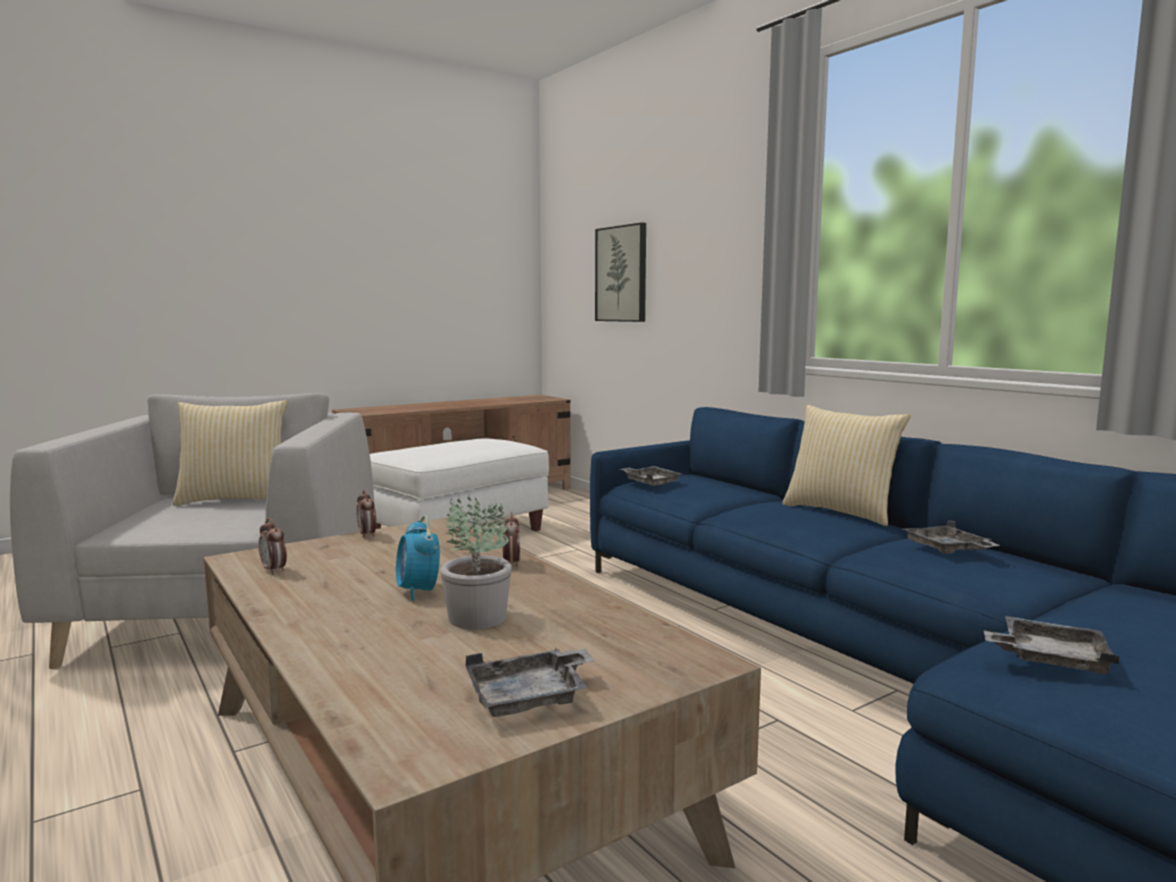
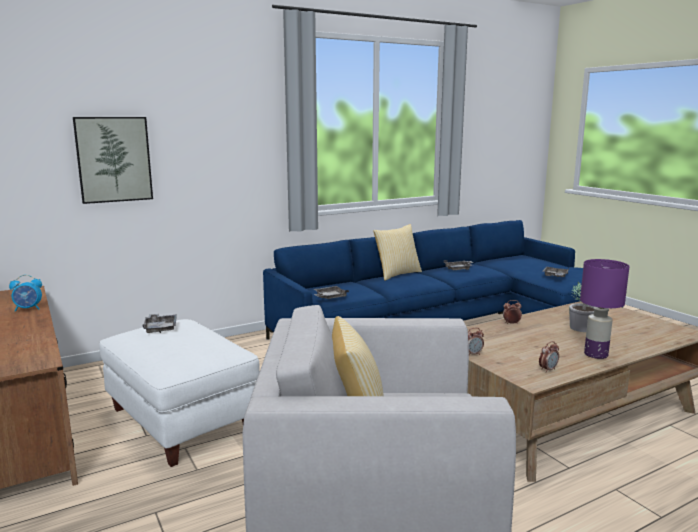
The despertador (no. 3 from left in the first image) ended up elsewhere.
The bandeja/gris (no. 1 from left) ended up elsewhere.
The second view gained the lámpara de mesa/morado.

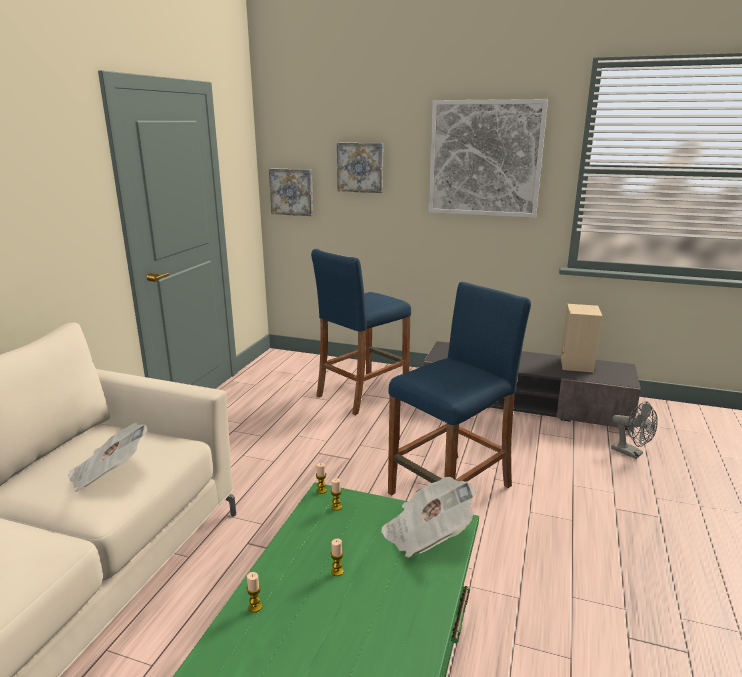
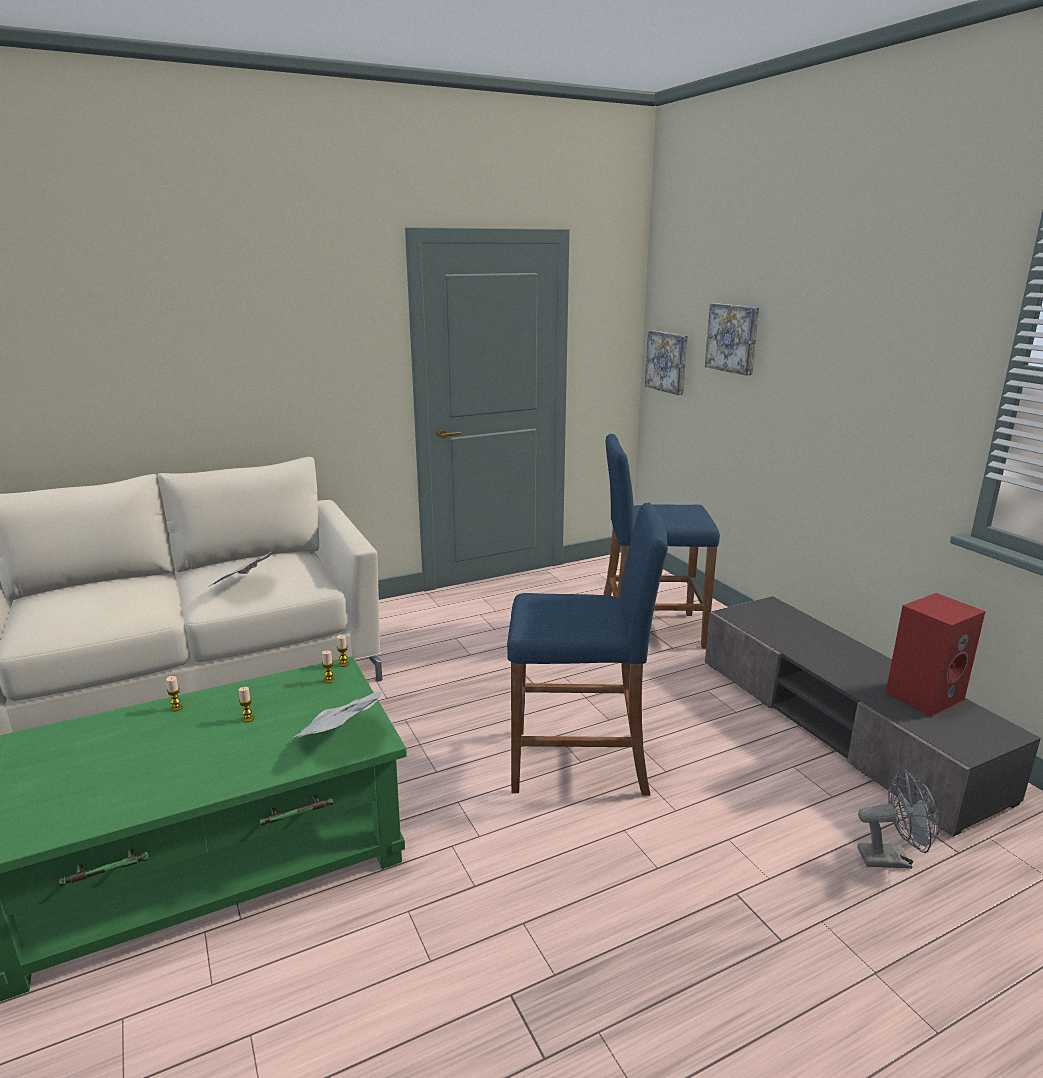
The second view lost the cuadro (no. 3 from left).
What was the altavoz/beis turned into the altavoz/rojo.
The ventilador/gris ended up facing another way, 90 degrees counterclockwise from before.

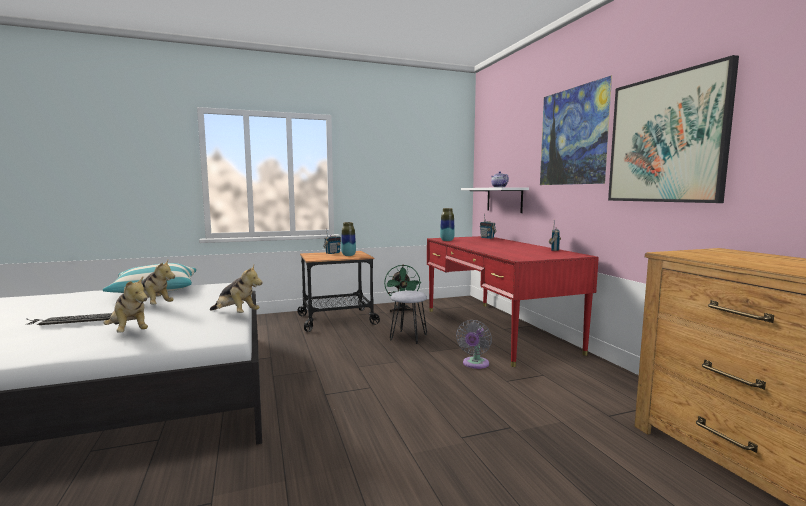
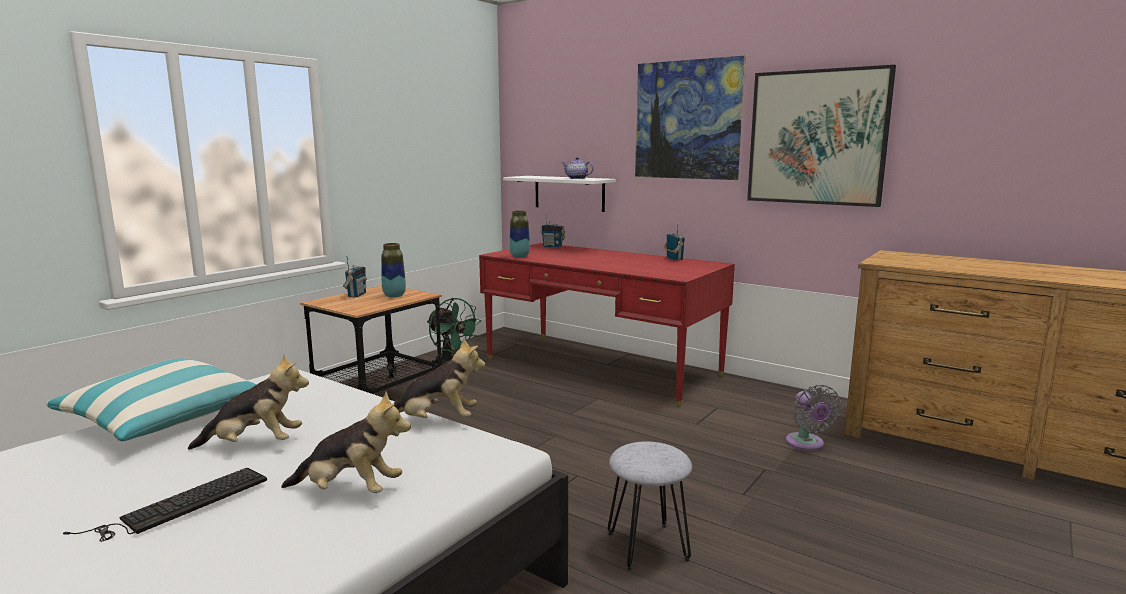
The taburete/gris ended up elsewhere.
The ventilador/gris ended up elsewhere.

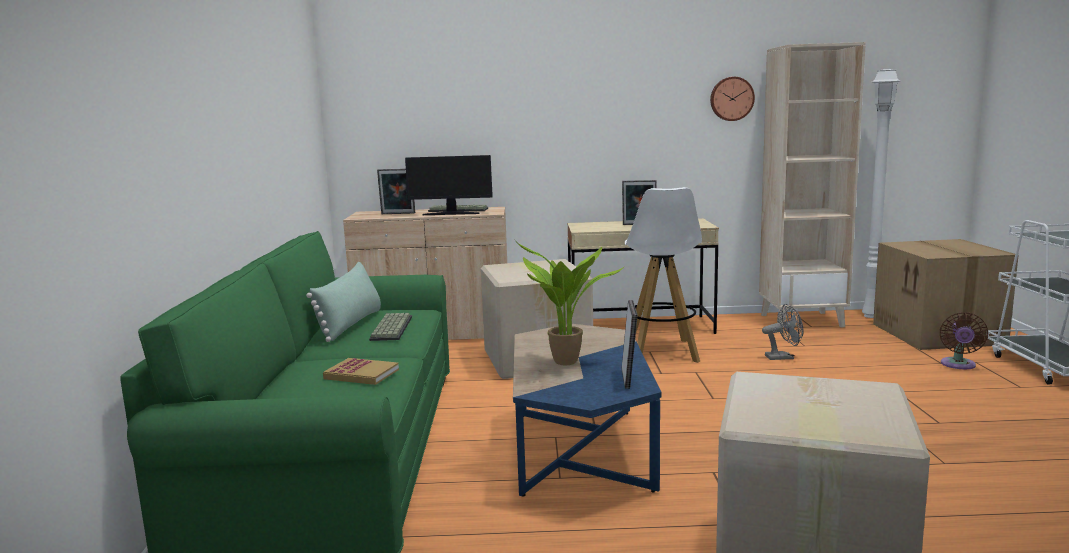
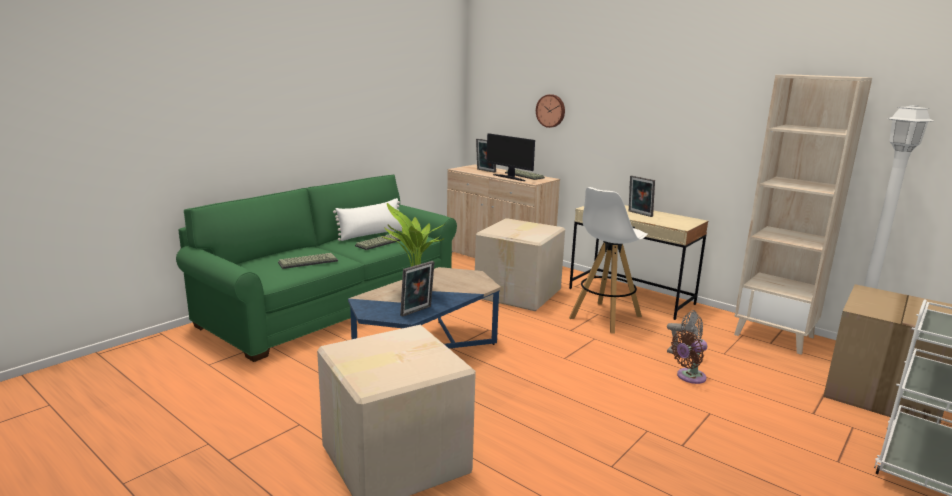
The reloj de pared ended up elsewhere.
What was the cojín/verde turned into the cojín/blanco.
The ventilador/marrón ended up elsewhere.
Where the libro stood, the teclado (no. 1 from left) came to stand.

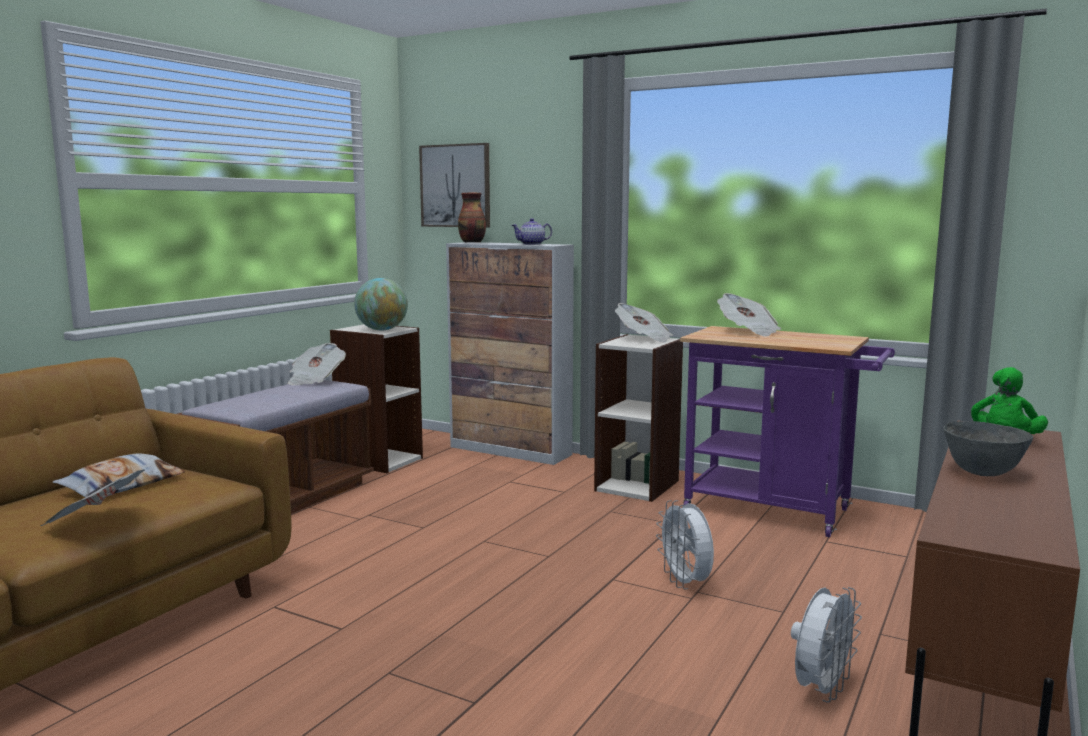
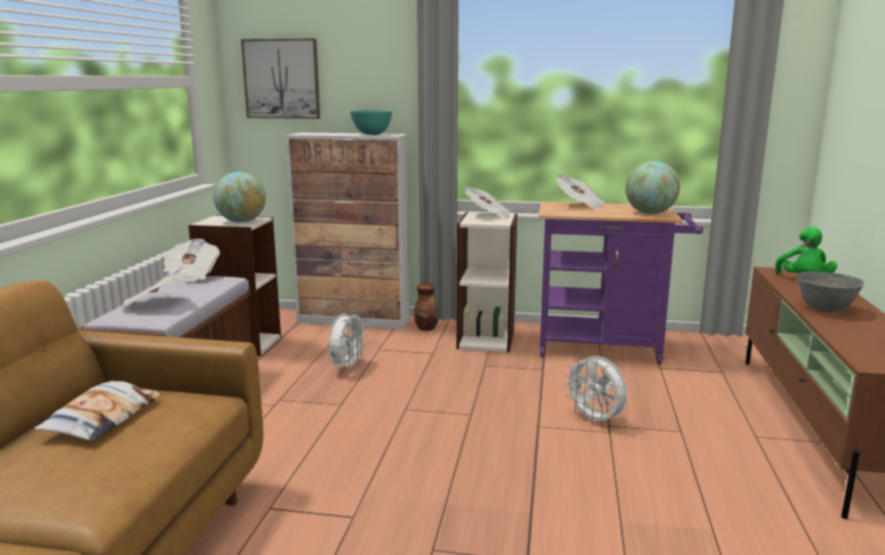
The florero ended up elsewhere.
Where the tetera stood, the cuenco/turquesa came to stand.
The periódico (no. 1 from left) ended up elsewhere.
The ventilador/blanco (no. 2 from left in the first image) ended up elsewhere.
The second view gained the globo terráqueo (no. 2 from left).

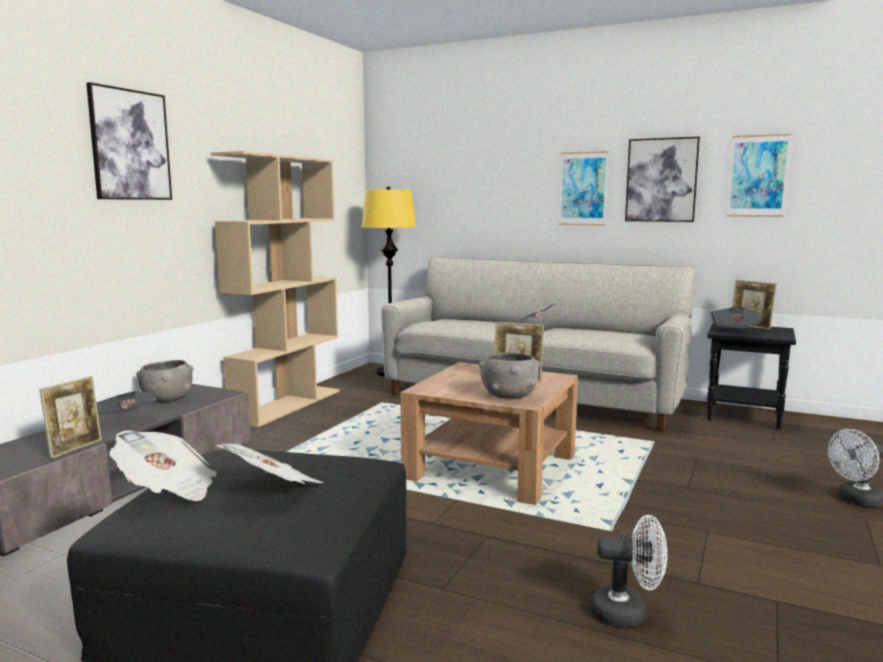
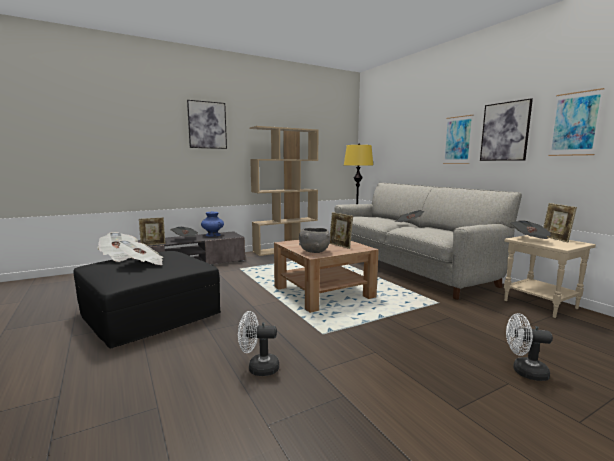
What was the mesa auxiliar/negro turned into the mesa auxiliar/beis.
Where the cuenco/gris (no. 1 from left) stood, the florero/azul came to stand.
The ventilador/blanco (no. 1 from left) ended up facing another way, 135 degrees clockwise from before.

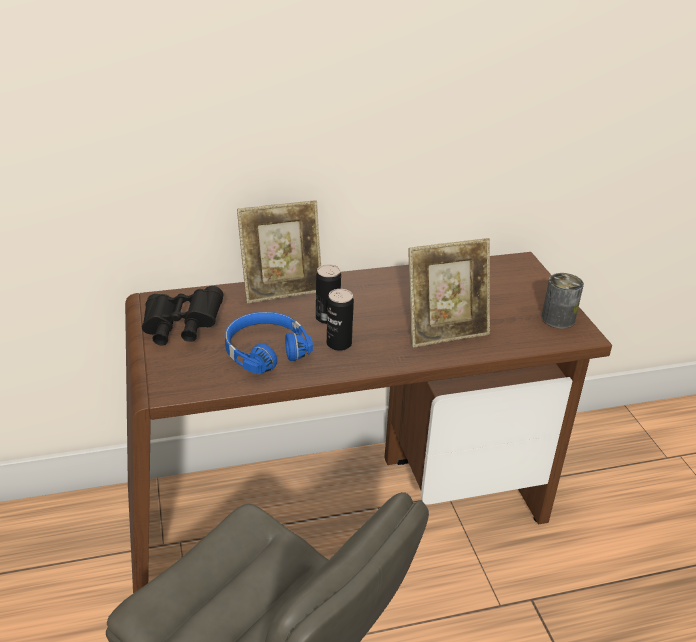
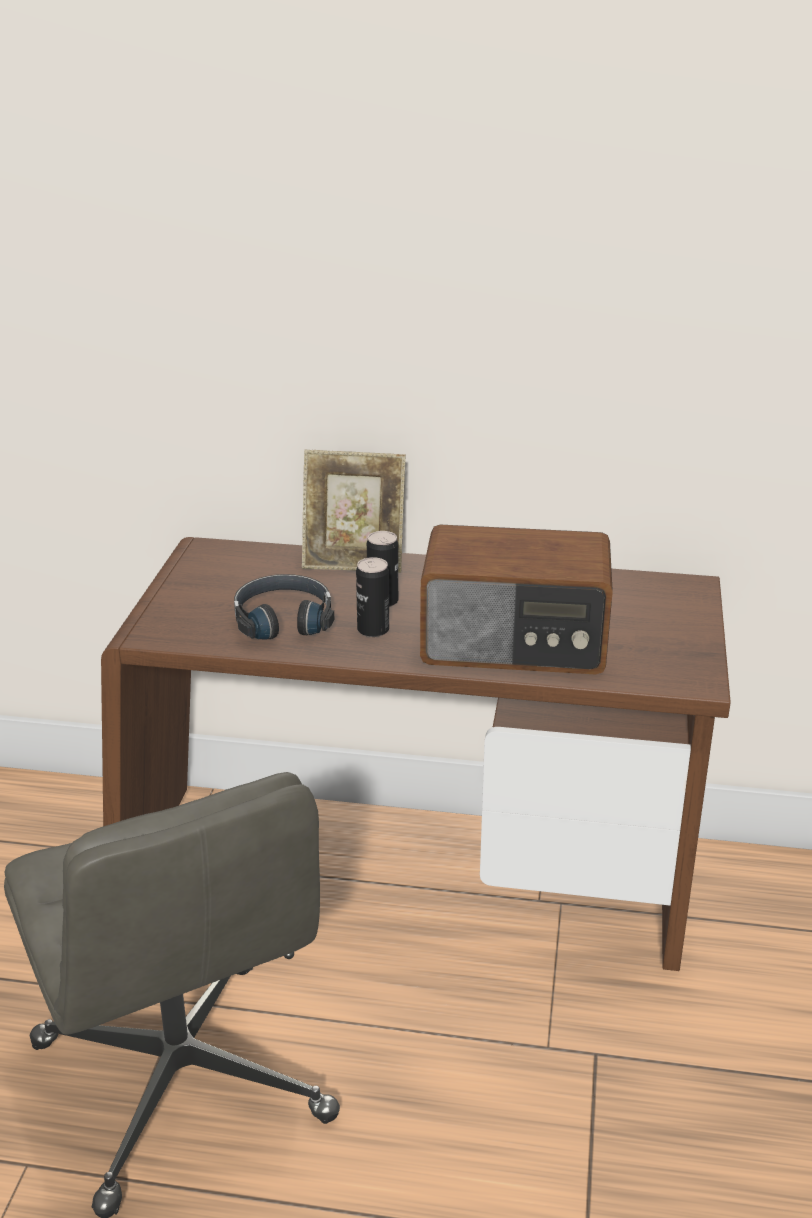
Where the portarretratos (no. 2 from left) stood, the radio came to stand.
The second view lost the lata (no. 3 from left).
The second view lost the prismáticos/negro.
What was the auriculares/azul turned into the auriculares/negro.

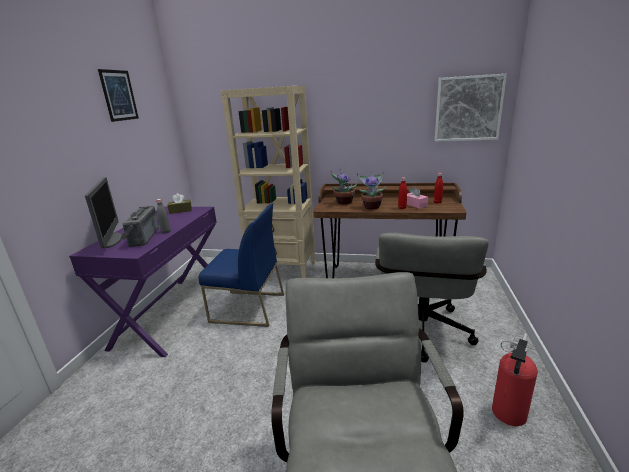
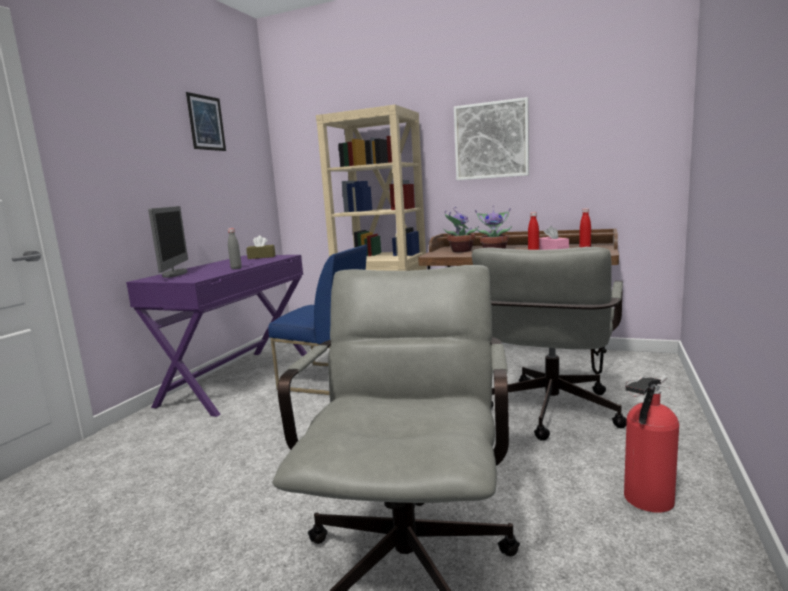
The cuadro (no. 2 from left) ended up elsewhere.
The second view lost the radio.

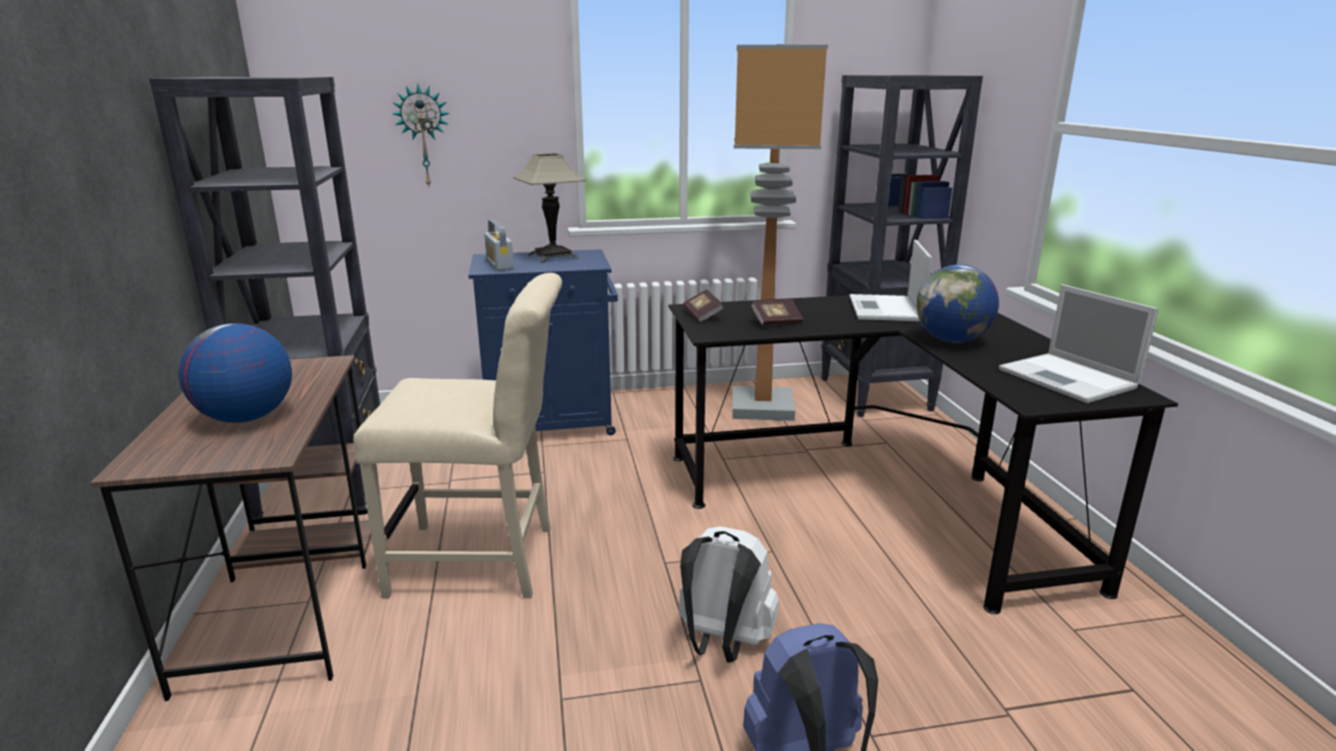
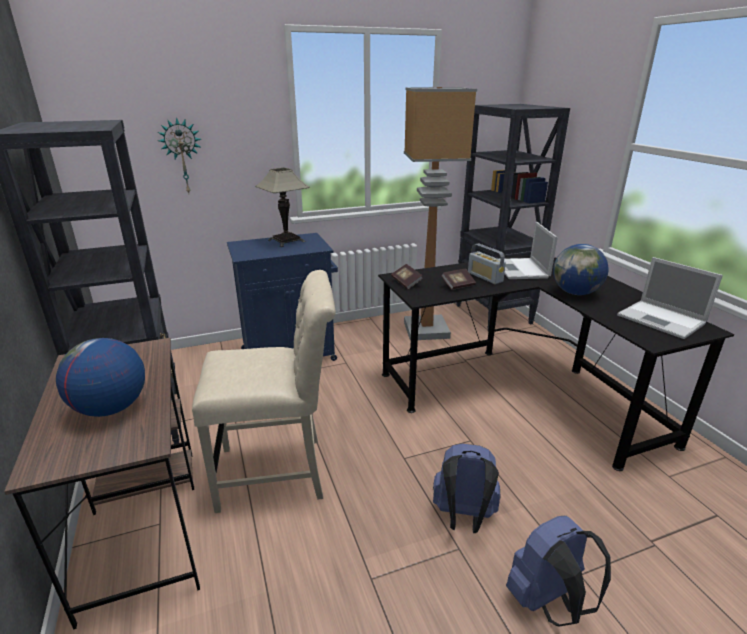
The radio ended up elsewhere.
What was the mochila/blanco turned into the mochila/azul (no. 1 from left).

